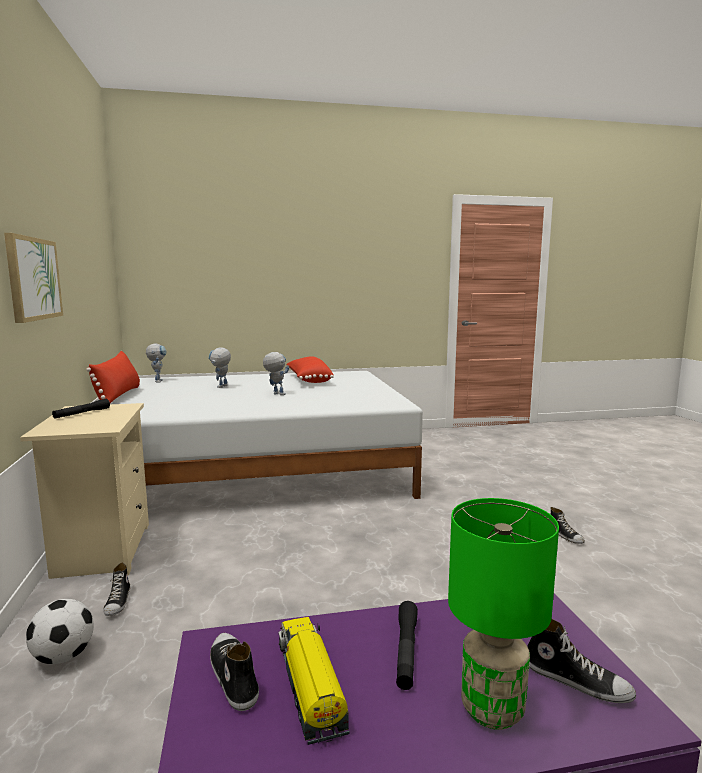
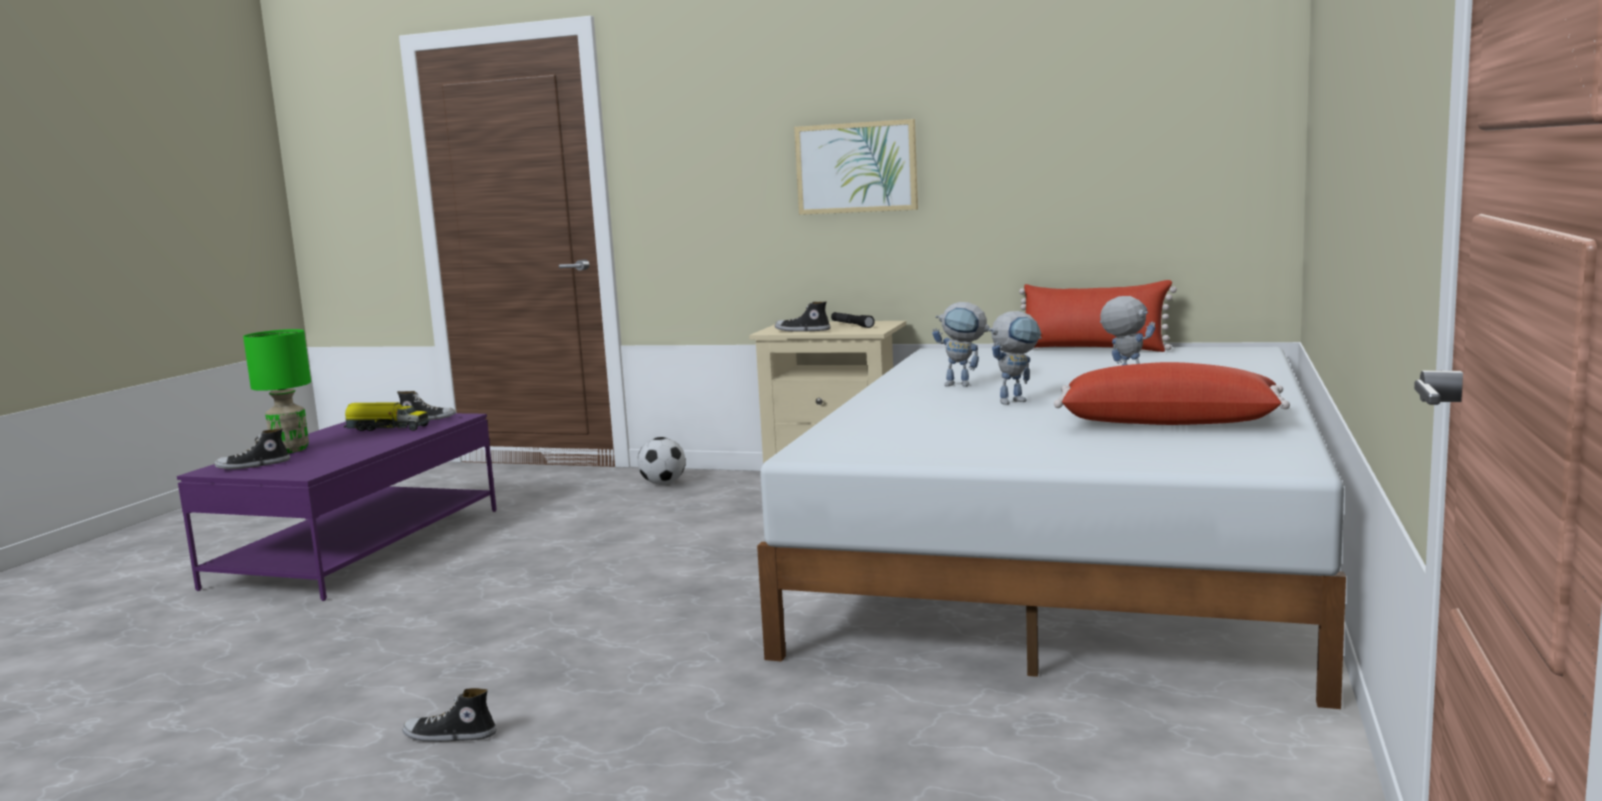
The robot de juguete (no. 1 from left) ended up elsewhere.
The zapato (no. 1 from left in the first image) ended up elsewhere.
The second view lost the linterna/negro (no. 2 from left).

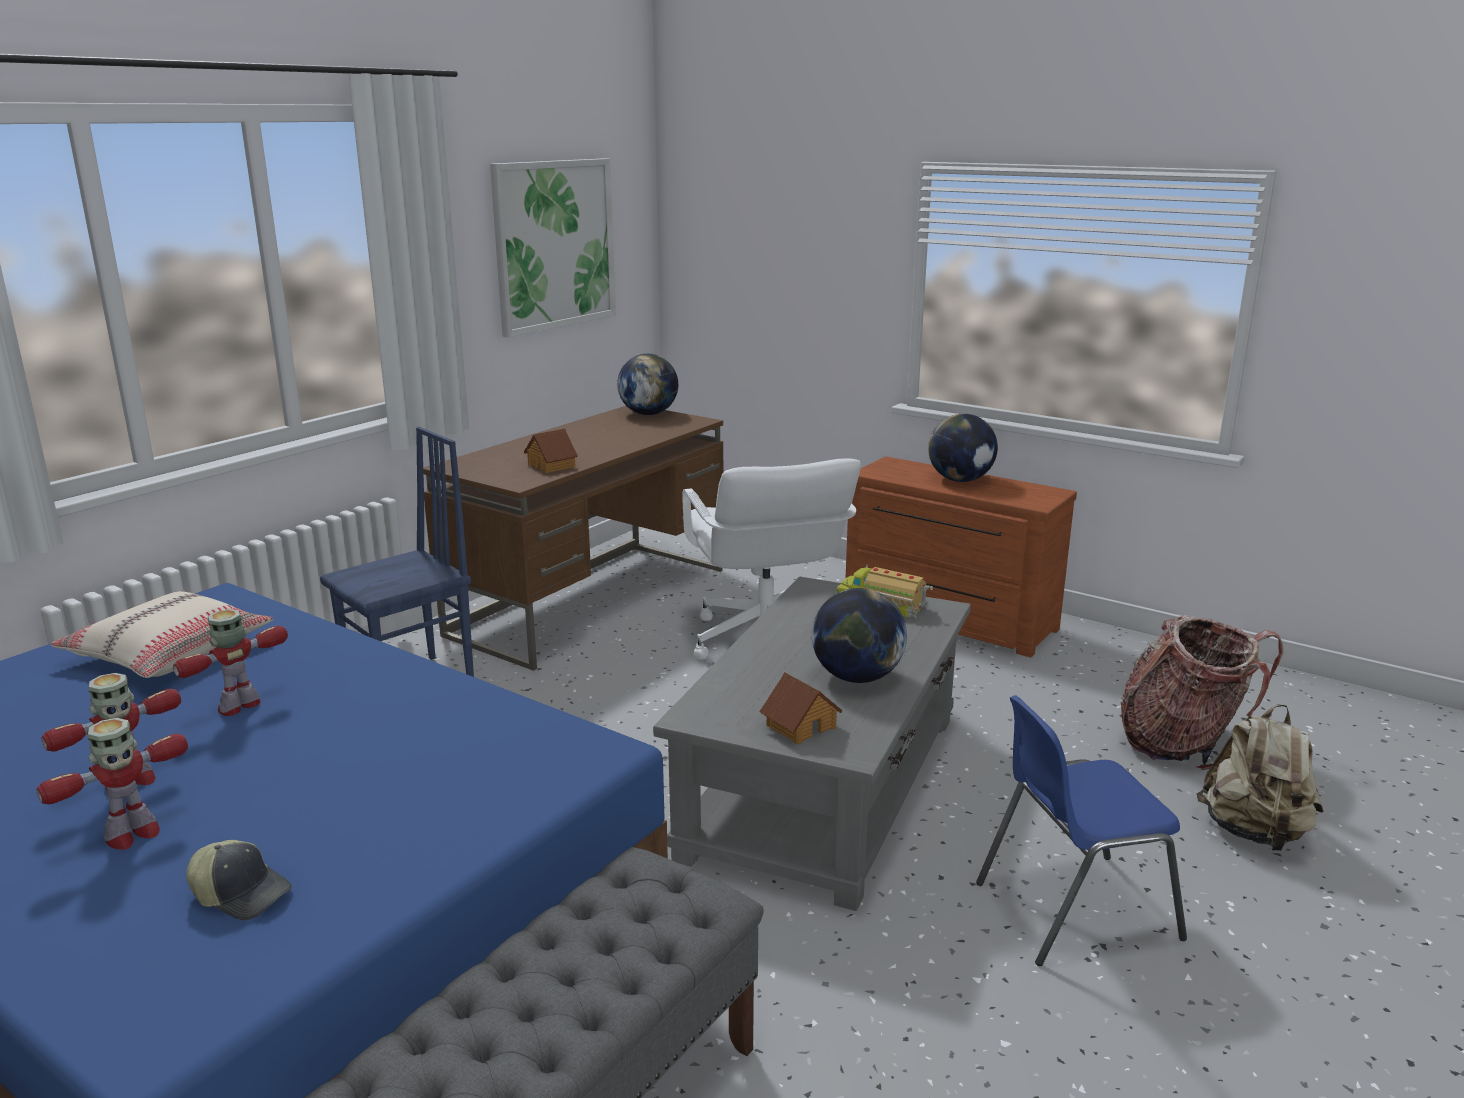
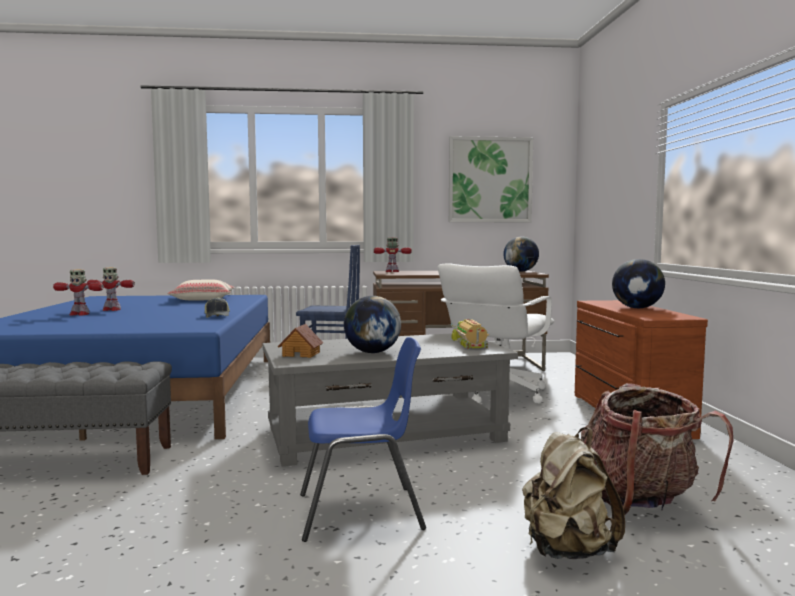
The second view lost the casita (no. 1 from left).
The robot de juguete (no. 3 from left) ended up elsewhere.
The silla/azul (no. 2 from left) ended up facing another way, 135 degrees clockwise from before.
The gorra ended up elsewhere.

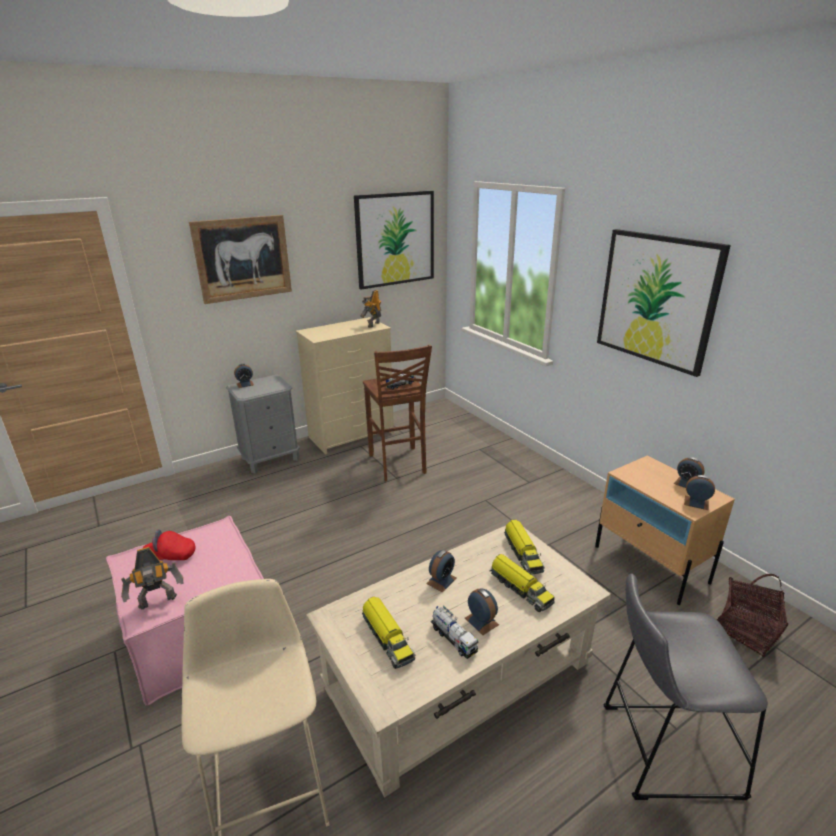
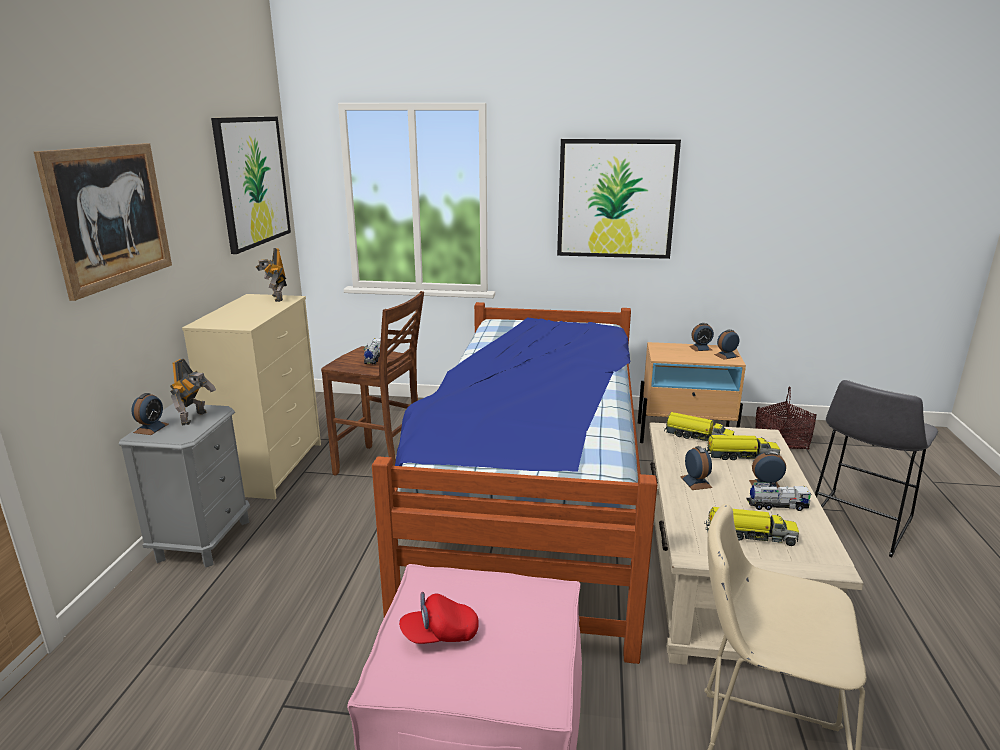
The gorra/rojo ended up facing another way, 45 degrees clockwise from before.
The robot de juguete (no. 1 from left) ended up elsewhere.
The second view gained the cama.

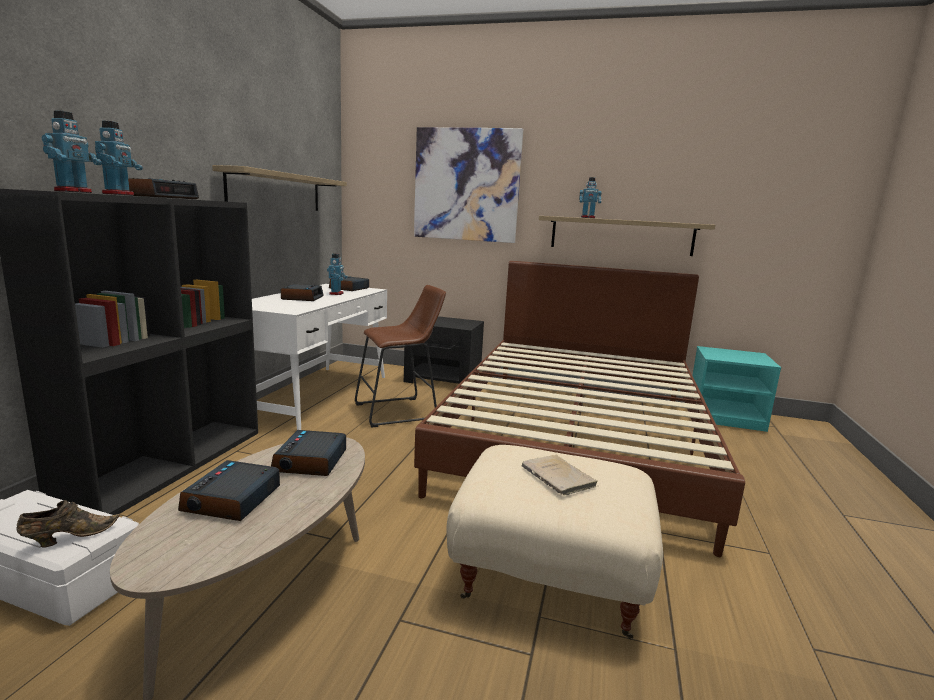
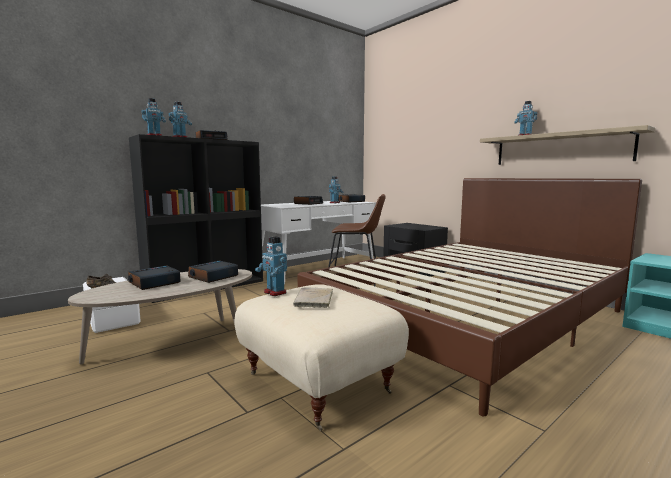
The second view lost the cuadro.
The second view lost the estante (no. 1 from left).
The second view gained the robot de juguete (no. 3 from left).

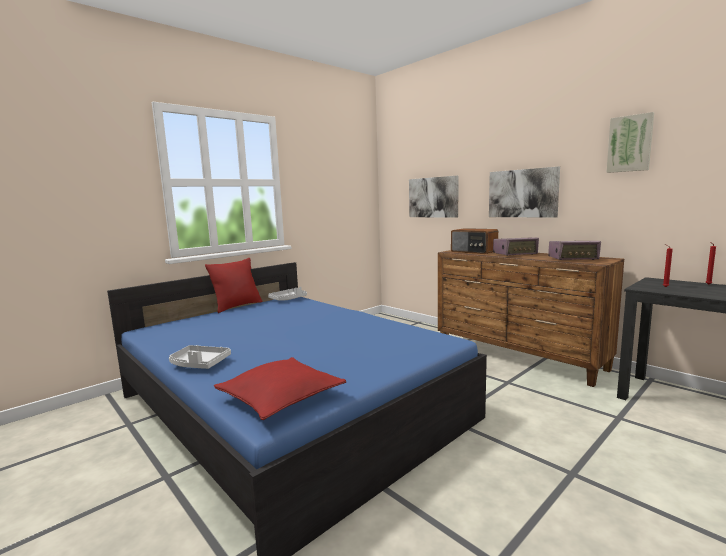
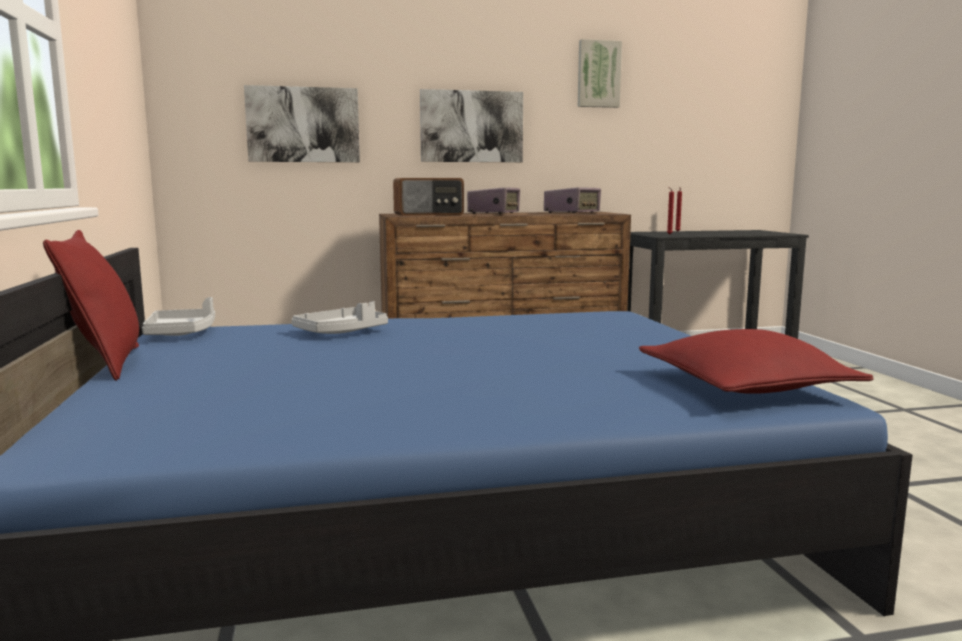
The bandeja/gris (no. 1 from left in the first image) ended up elsewhere.

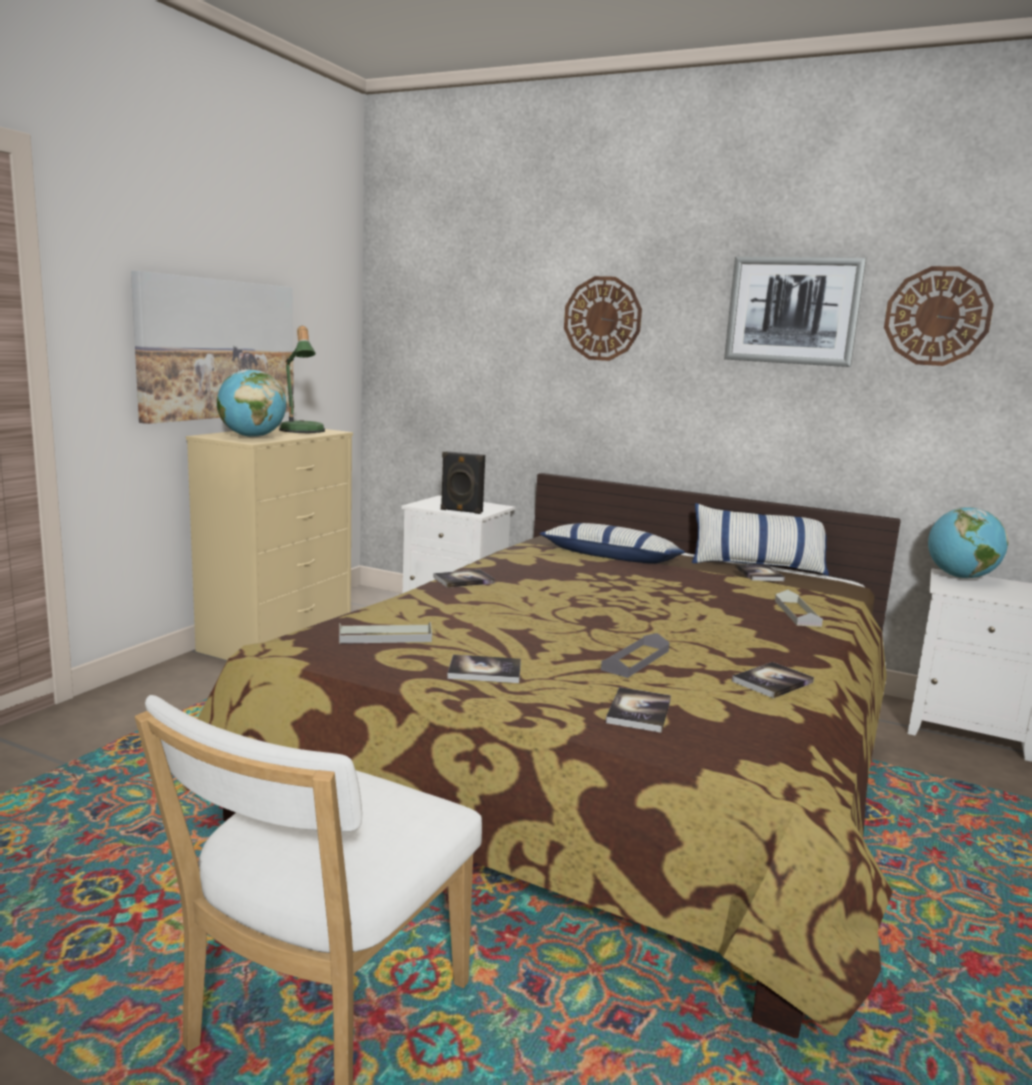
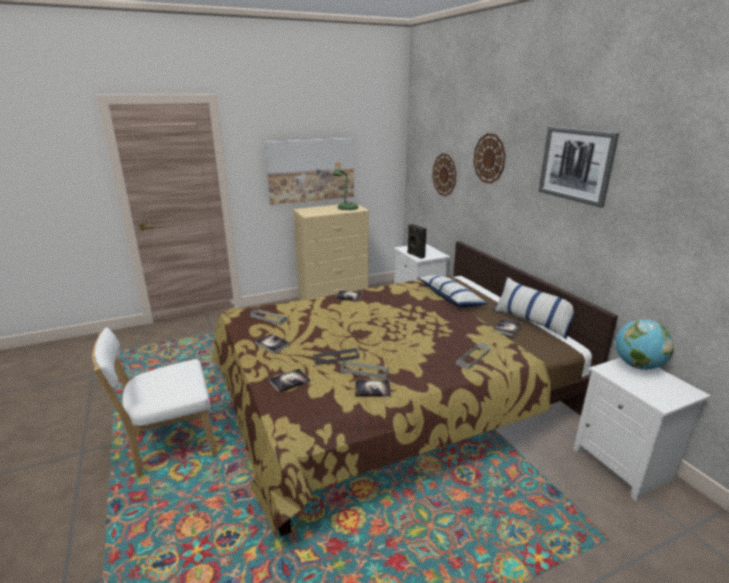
The reloj de pared (no. 2 from left in the first image) ended up elsewhere.
The second view lost the globo terráqueo (no. 1 from left).
The second view gained the bandeja/gris (no. 3 from left).

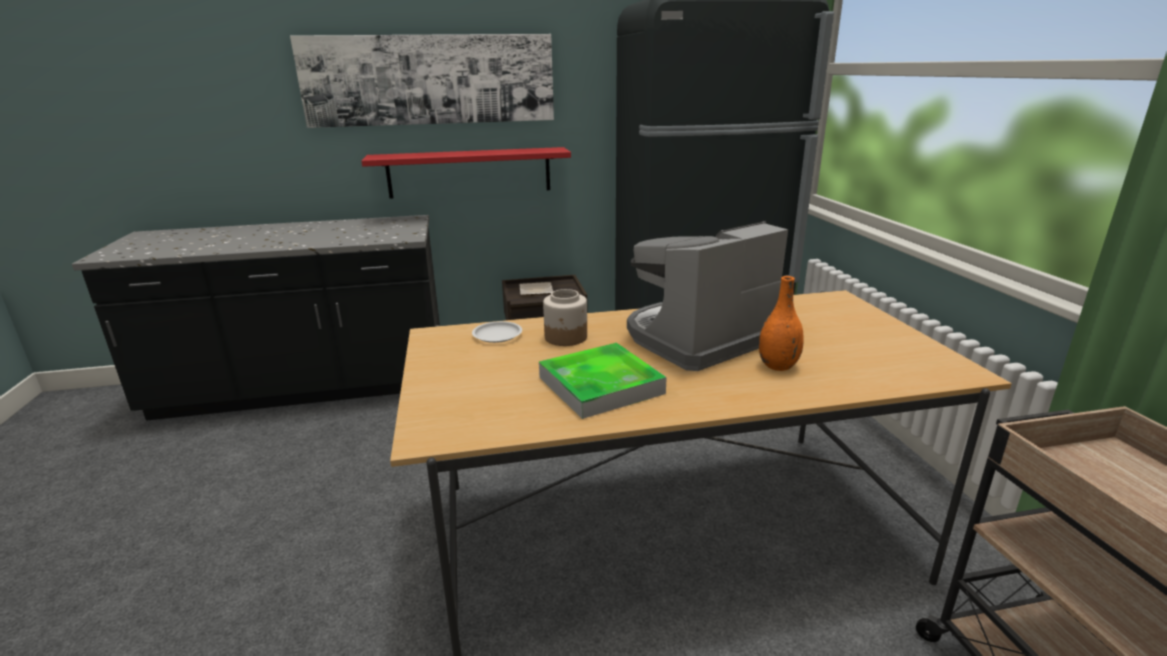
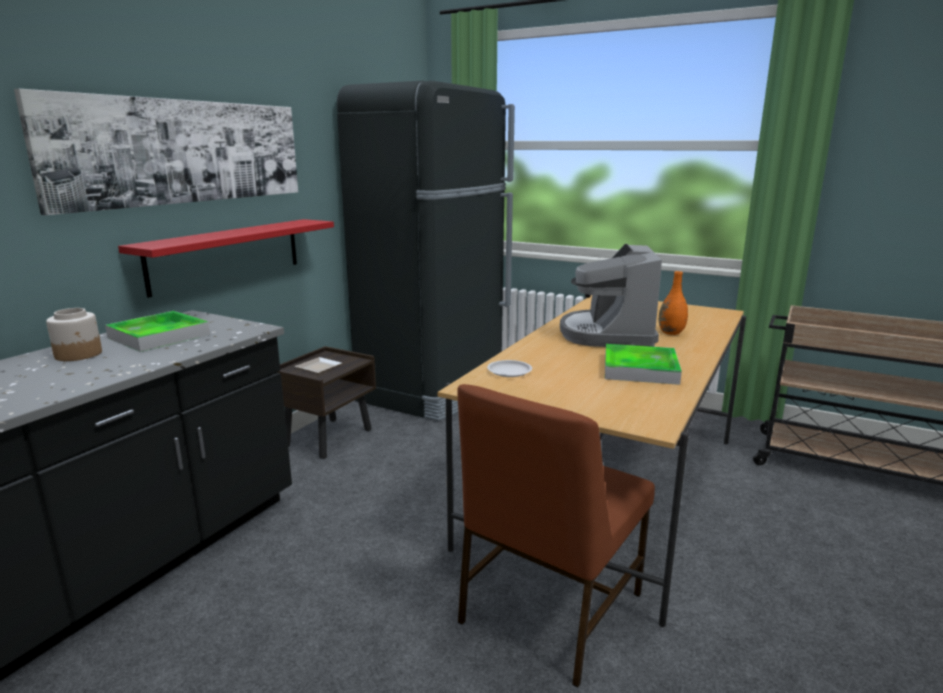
The tarro ended up elsewhere.
The second view gained the bandeja (no. 1 from left).
The second view gained the silla/marrón.

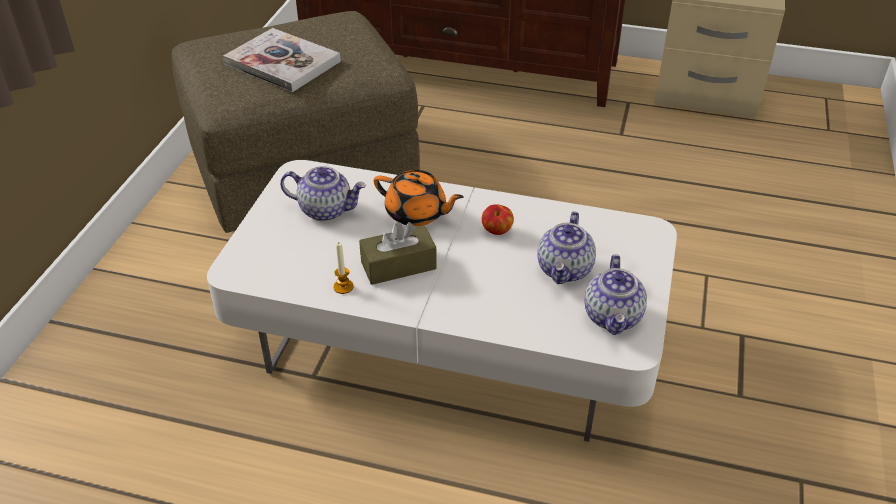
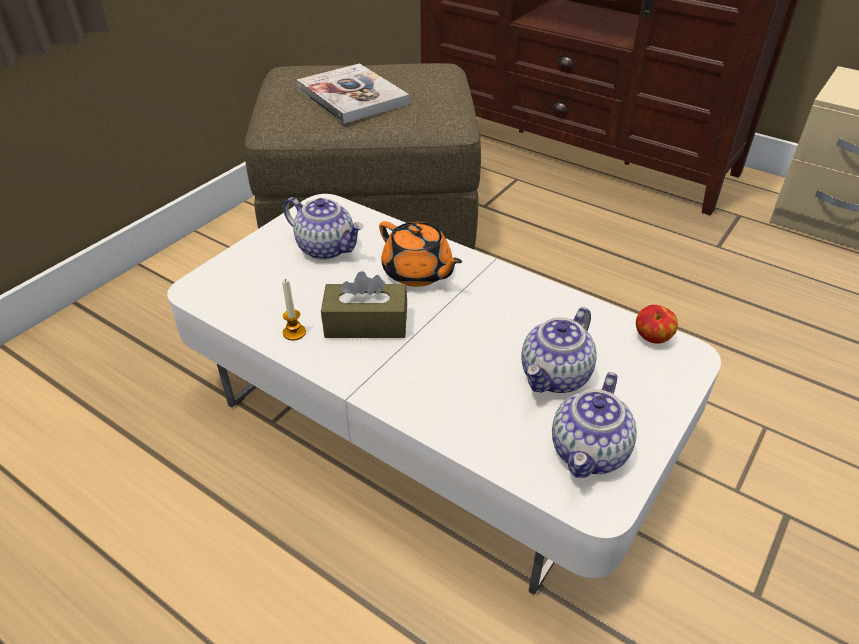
The manzana ended up elsewhere.

